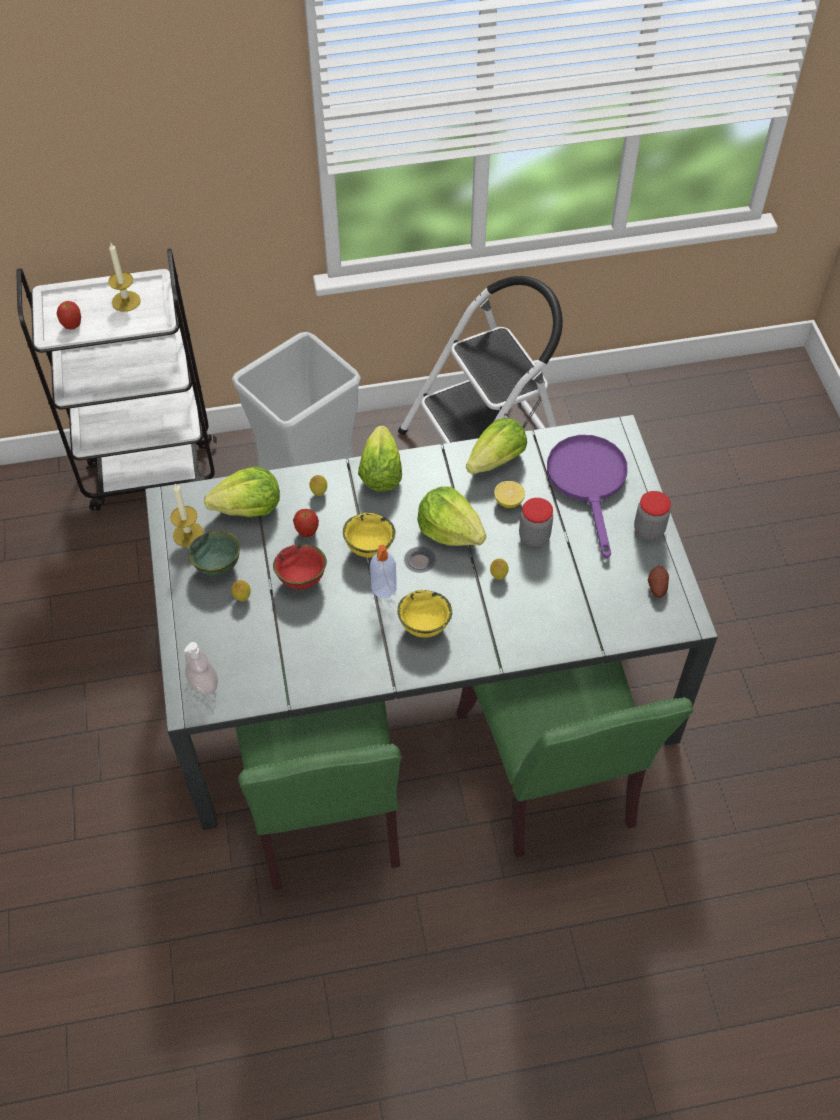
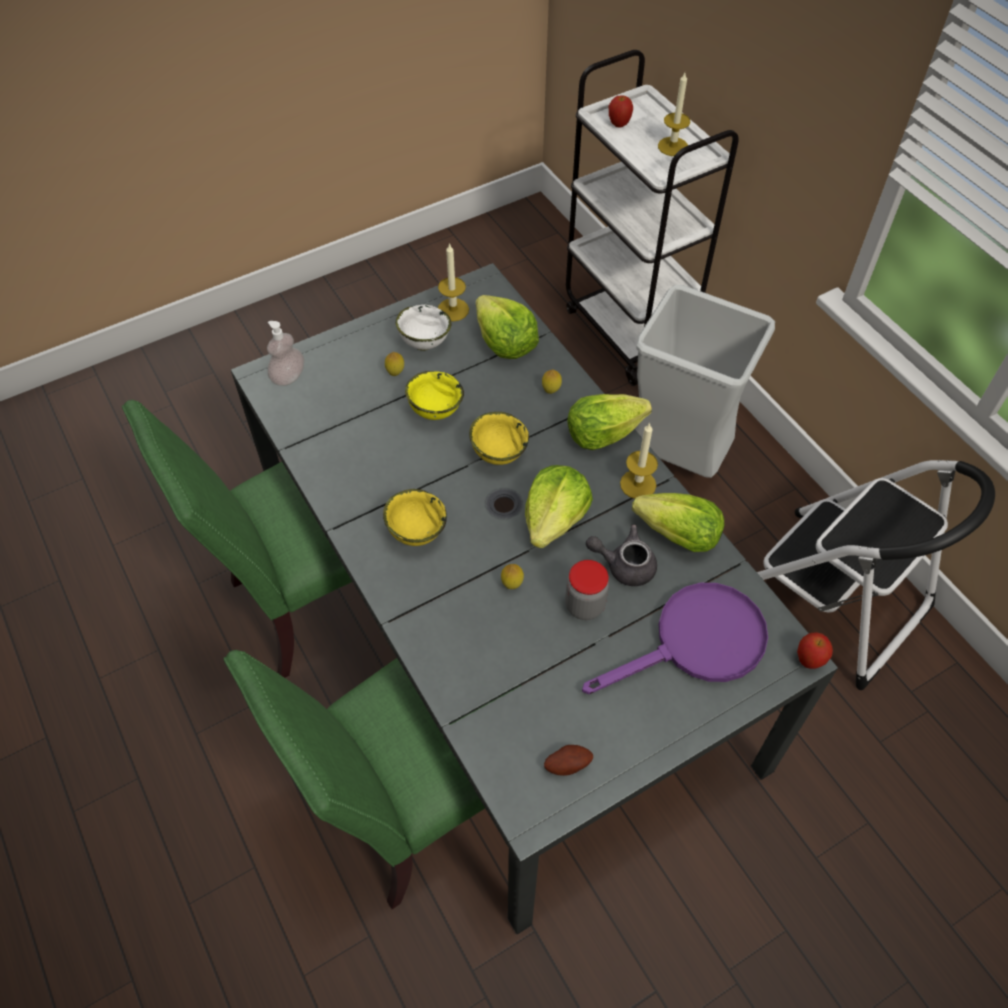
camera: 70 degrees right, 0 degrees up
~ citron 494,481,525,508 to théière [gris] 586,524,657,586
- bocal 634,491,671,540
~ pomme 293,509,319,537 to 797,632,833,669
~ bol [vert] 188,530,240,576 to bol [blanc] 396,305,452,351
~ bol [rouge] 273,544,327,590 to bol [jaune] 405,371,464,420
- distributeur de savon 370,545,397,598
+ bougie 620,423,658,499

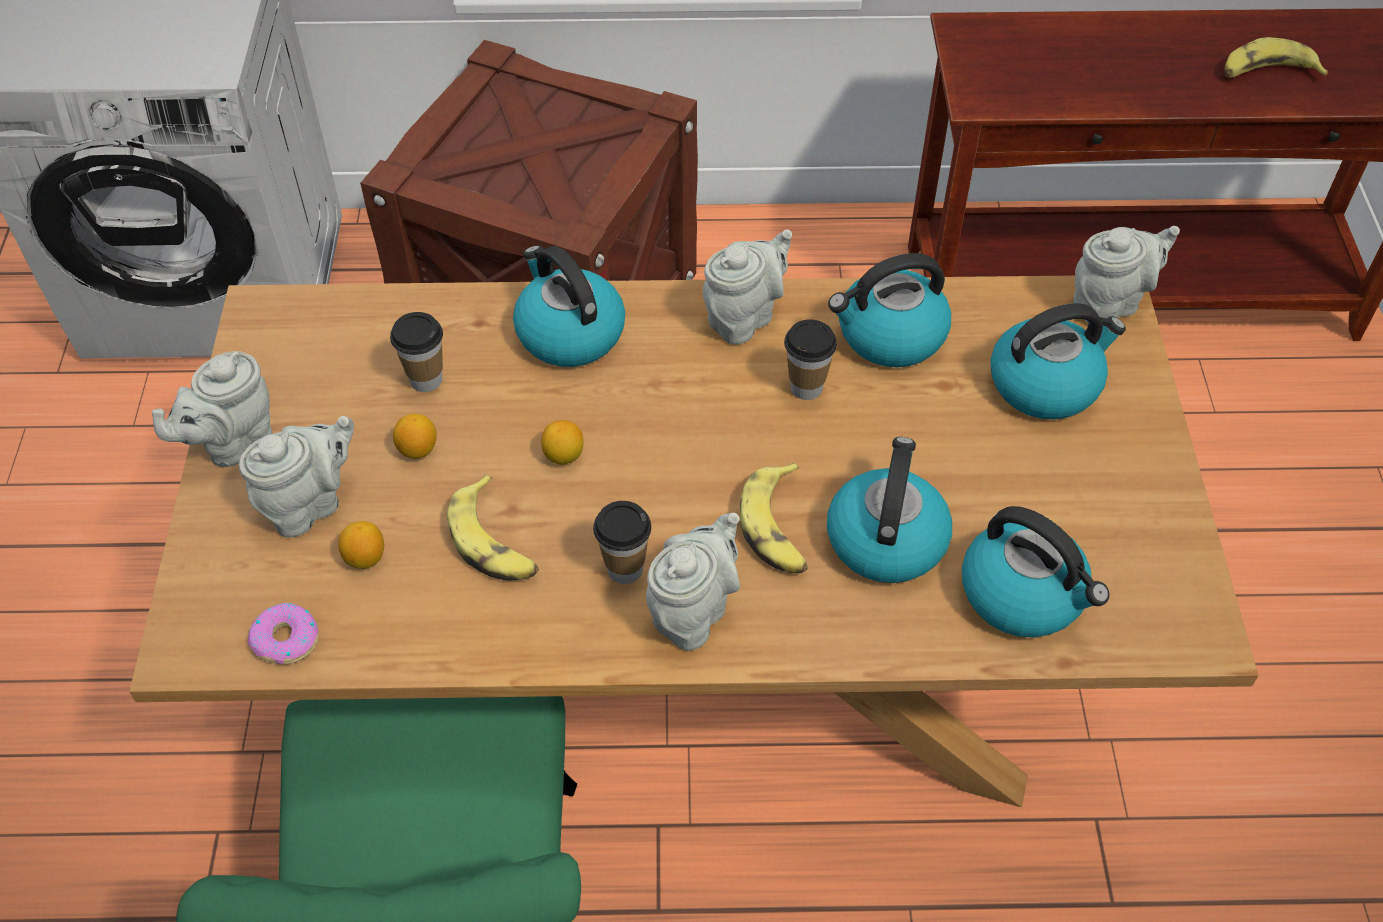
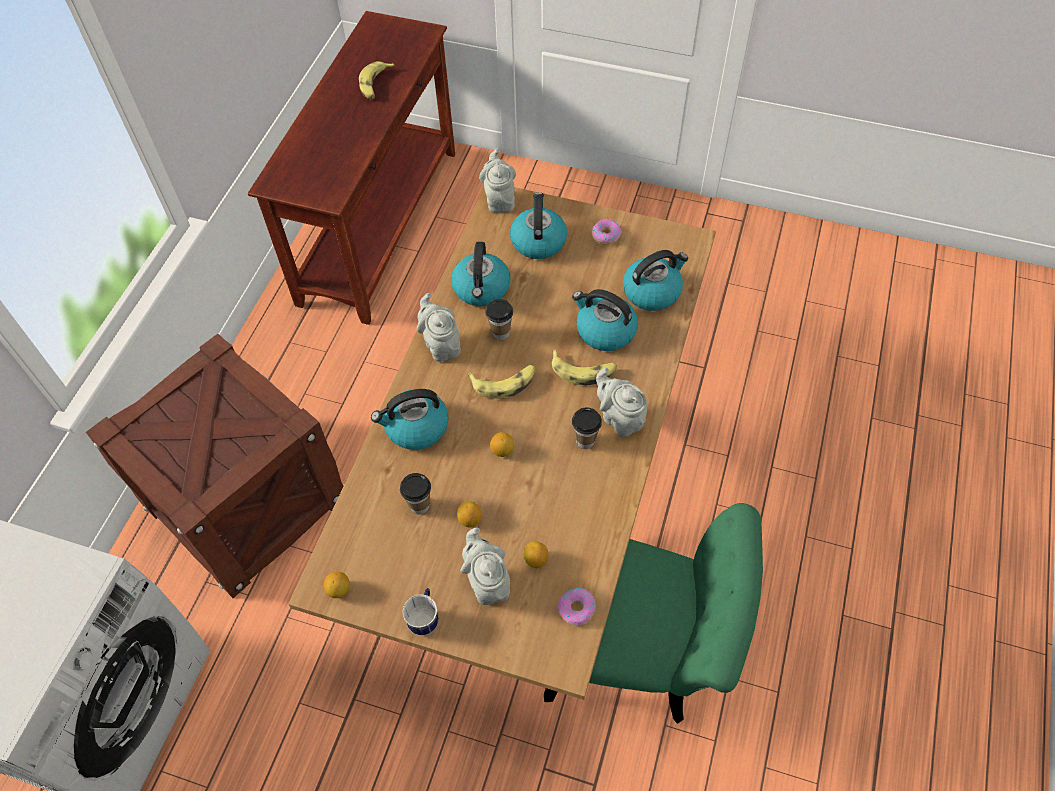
camera: 70 degrees left, 5 degrees up
~ théière [gris] 152,351,272,467 to mug 402,588,439,635
~ banane 447,475,539,580 to 468,365,535,399
+ beignet 592,219,622,244
+ citron 324,572,350,598

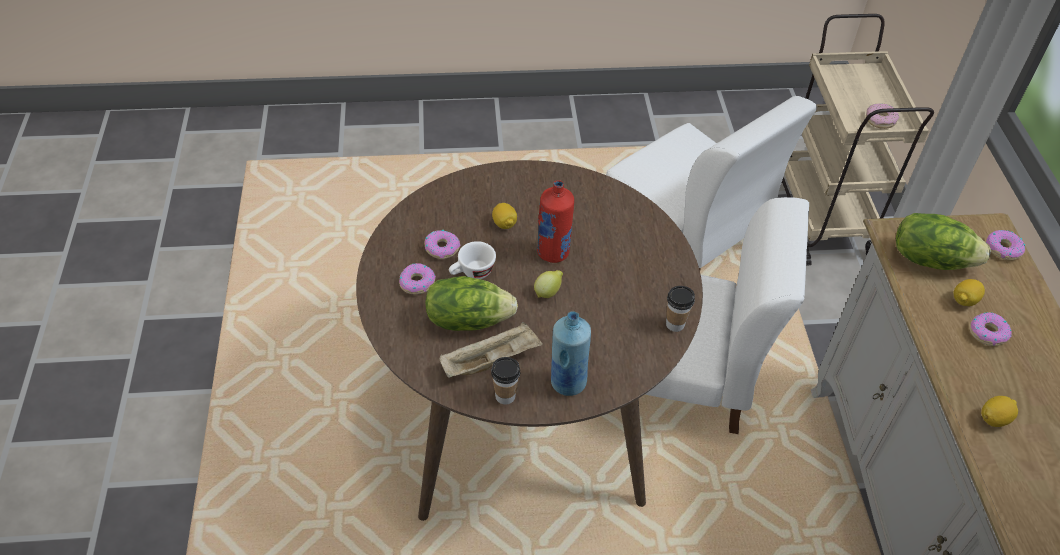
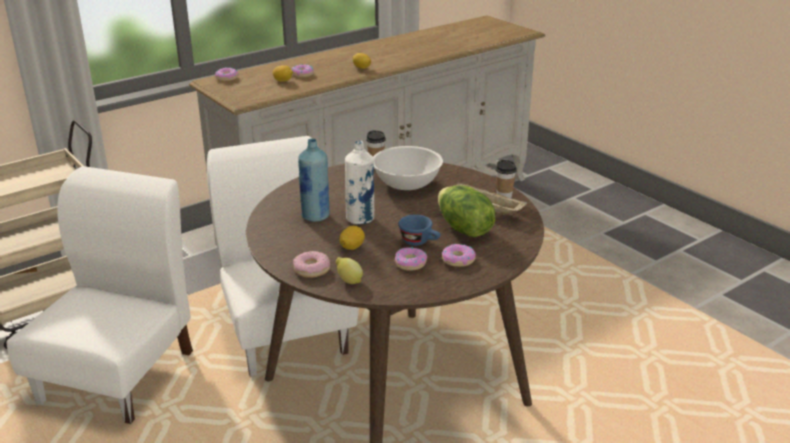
camera: 120 degrees left, 20 degrees down
~ beignet 866,103,899,129 to 293,251,330,278
~ bouteille [rouge] 537,180,574,263 to bouteille [blanc] 345,140,374,225
- laitue 896,213,991,270
~ tasse [blanc] 449,241,496,279 to tasse [bleu] 399,215,441,246
~ citron 534,270,563,298 to 336,257,363,284
~ bouteille [bleu] 551,311,591,396 to 298,138,330,222
+ bol [blanc] 373,146,443,190

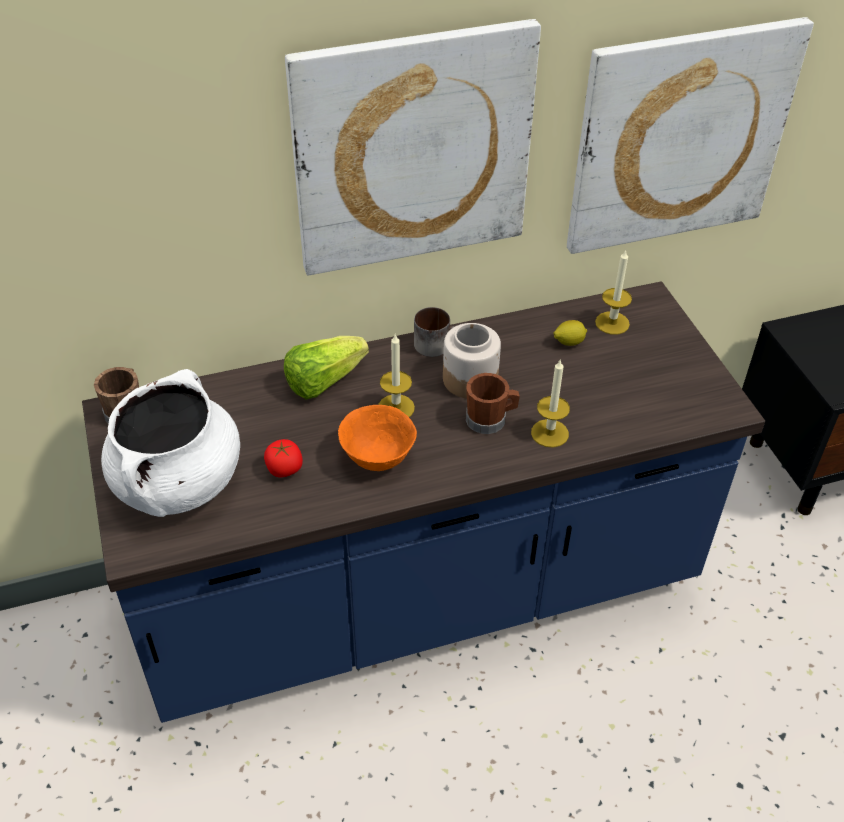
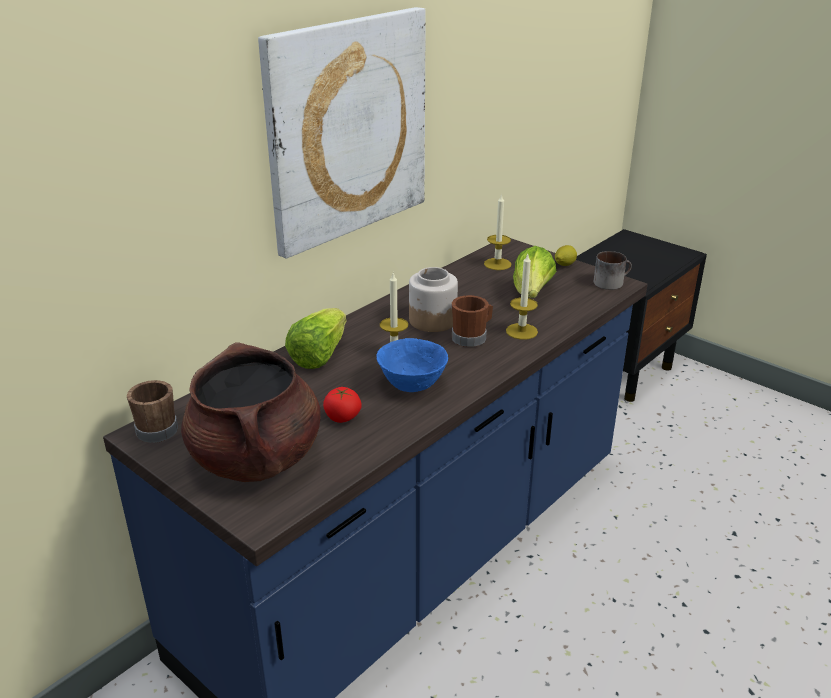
camera: 30 degrees left, 15 degrees down
- tableau 567,17,814,254
~ mug 414,307,454,357 to 594,251,632,290
~ citron 553,320,587,346 to 555,245,577,266
~ marmite [blanc] 101,369,240,517 to marmite [marron] 181,342,321,482
~ bol [orange] 338,405,417,471 to bol [bleu] 376,338,448,392
+ laitue 513,246,556,298

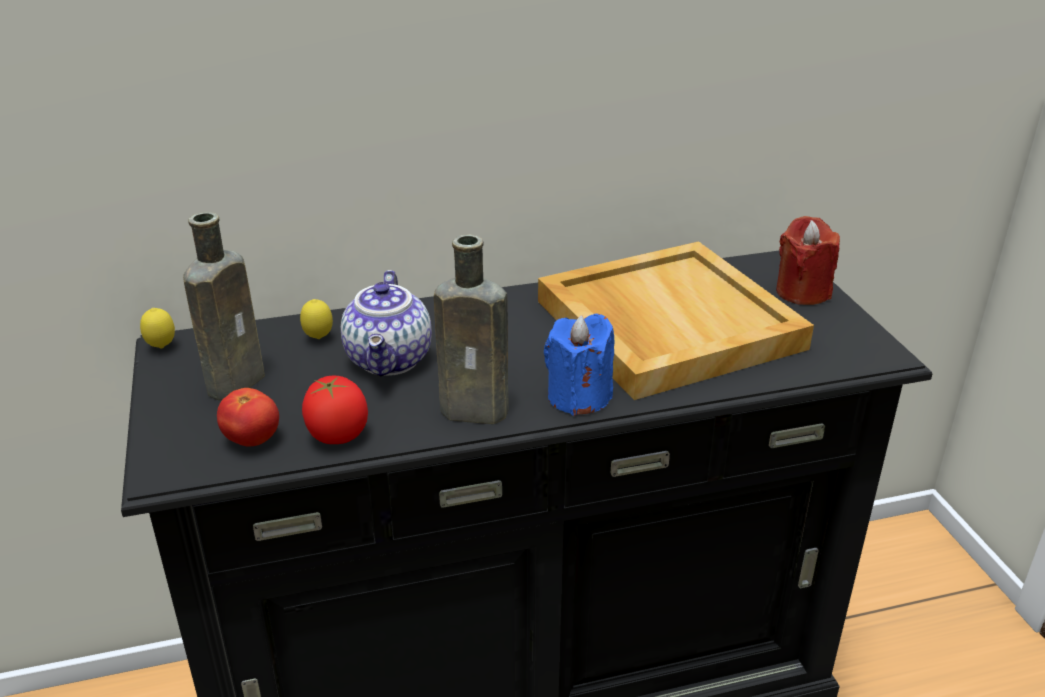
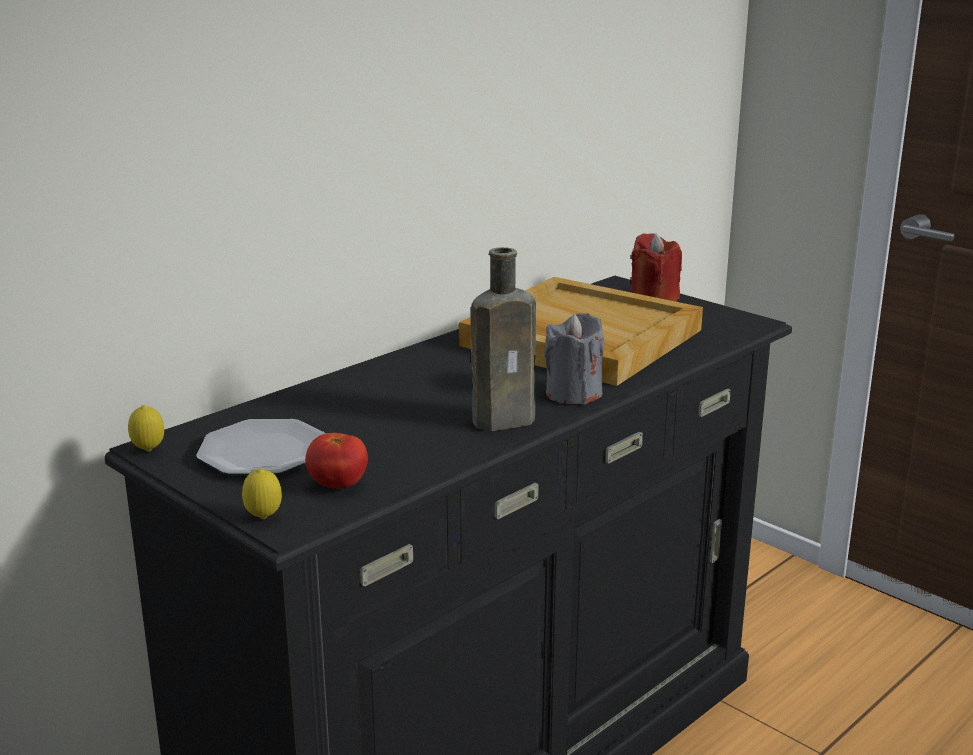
camera: 30 degrees left, 10 degrees down
~ bouteille [marron] 183,212,265,400 to assiette 196,419,325,475
- théière 341,270,432,376
~ citron 300,299,333,339 to 242,468,282,519
~ bougie [bleu] 544,314,614,416 to bougie [gris] 544,313,604,405
- tomate 302,376,368,444

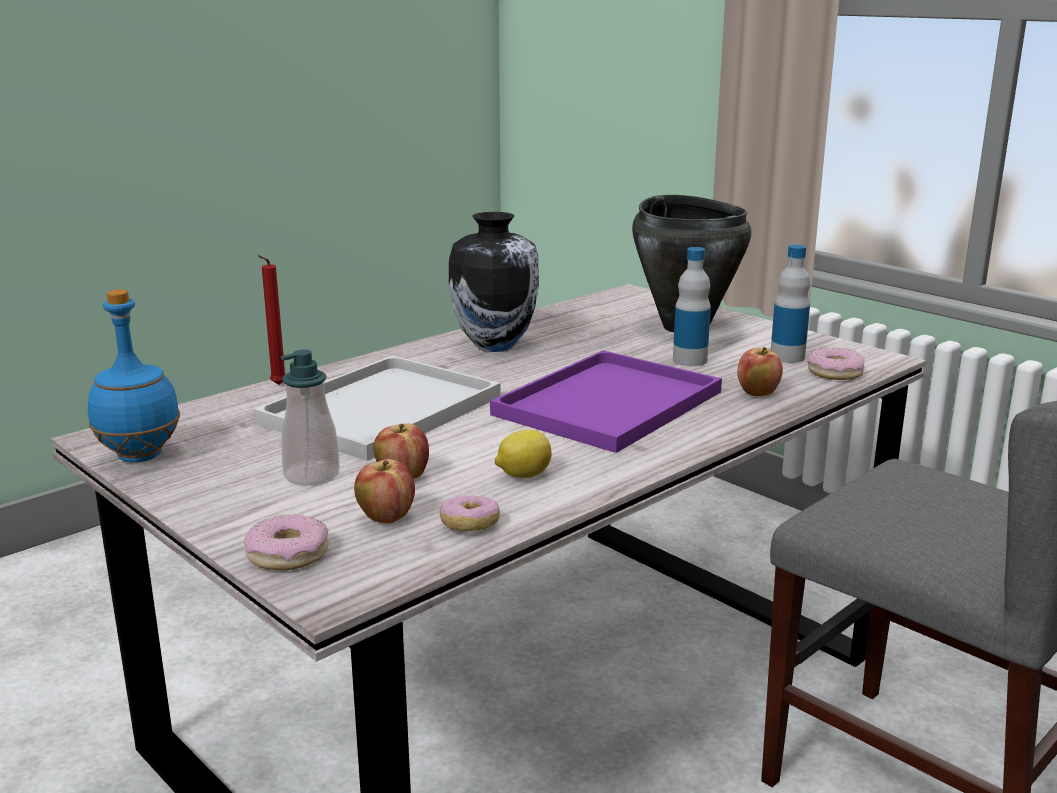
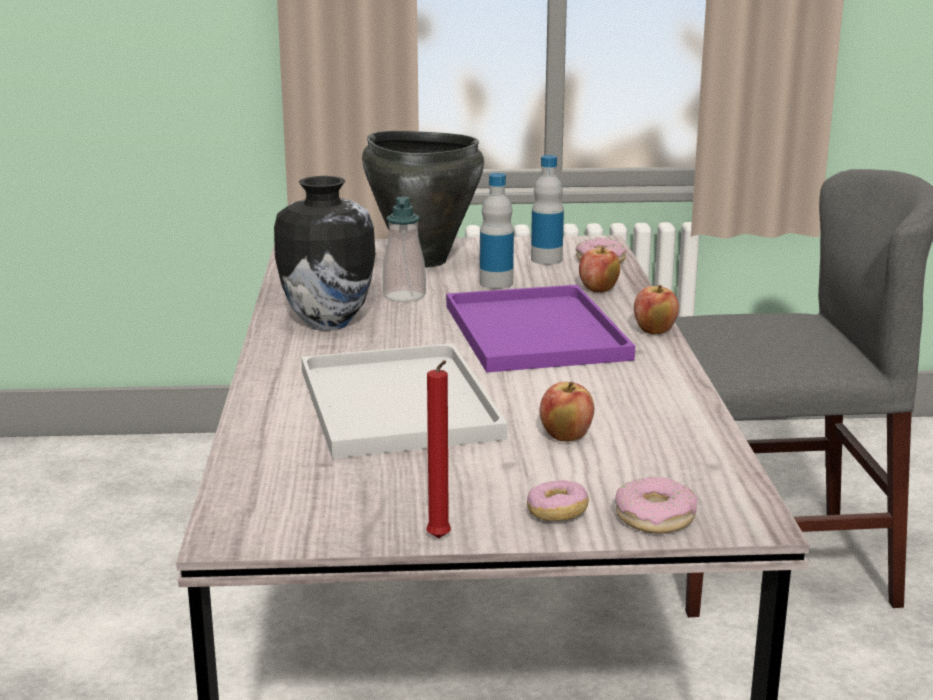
camera: 50 degrees left, 0 degrees up
~ bougie [rouge] 258,255,286,385 to 426,360,451,538
- bouteille [bleu] 88,289,180,463
~ distributeur de savon 280,350,340,486 to 383,197,426,302
- citron 495,430,552,478
~ pomme 354,459,415,523 to 634,285,679,335
~ beignet 440,496,500,531 to 527,480,589,521

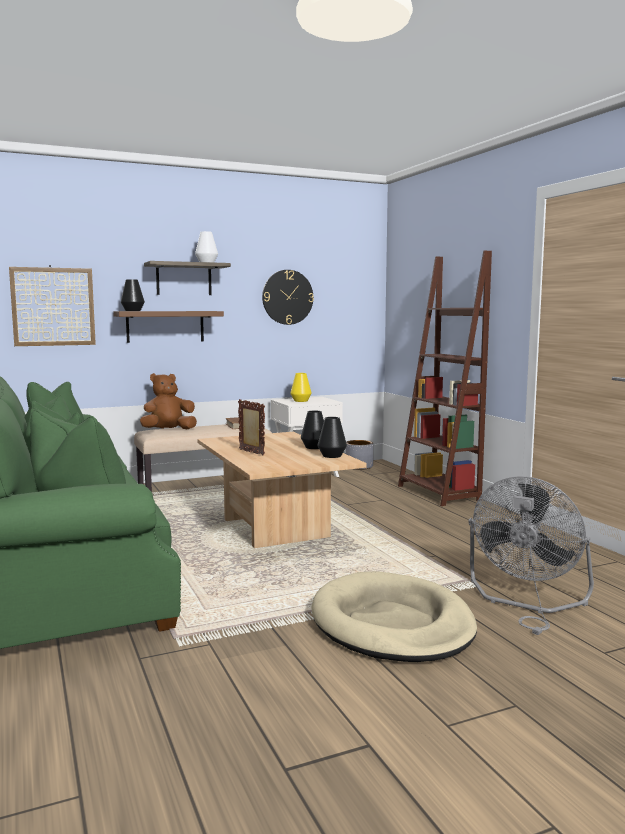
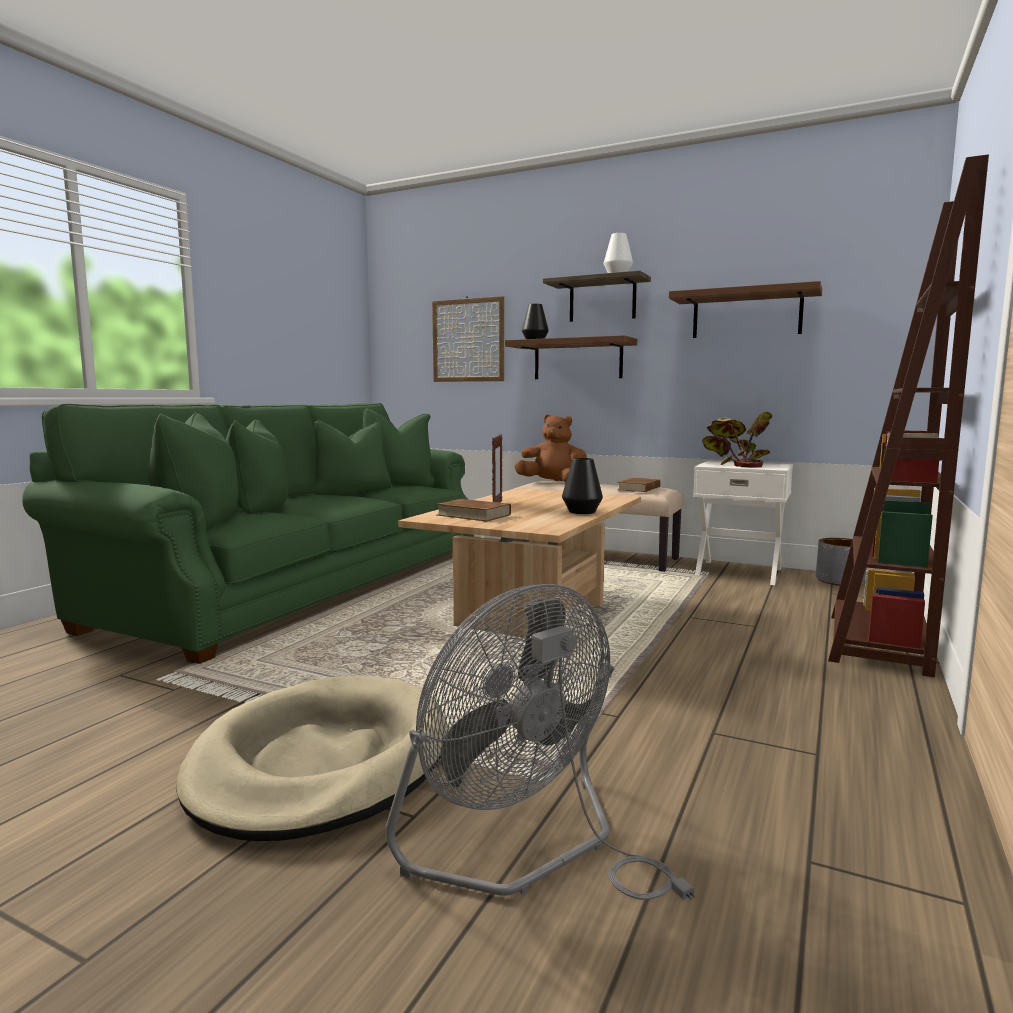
camera: 50 degrees right, 0 degrees up
~ horloge murale 262,270,314,325 to étagère [marron] 669,281,822,338
~ vase [jaune] 290,373,312,402 to plante en pot 702,412,772,467
- vase [noir] 317,417,347,458
~ ventilateur [gris] 469,476,594,635 = 386,584,695,900 120 degrees counterclockwise
+ livre [marron] 436,499,511,522

